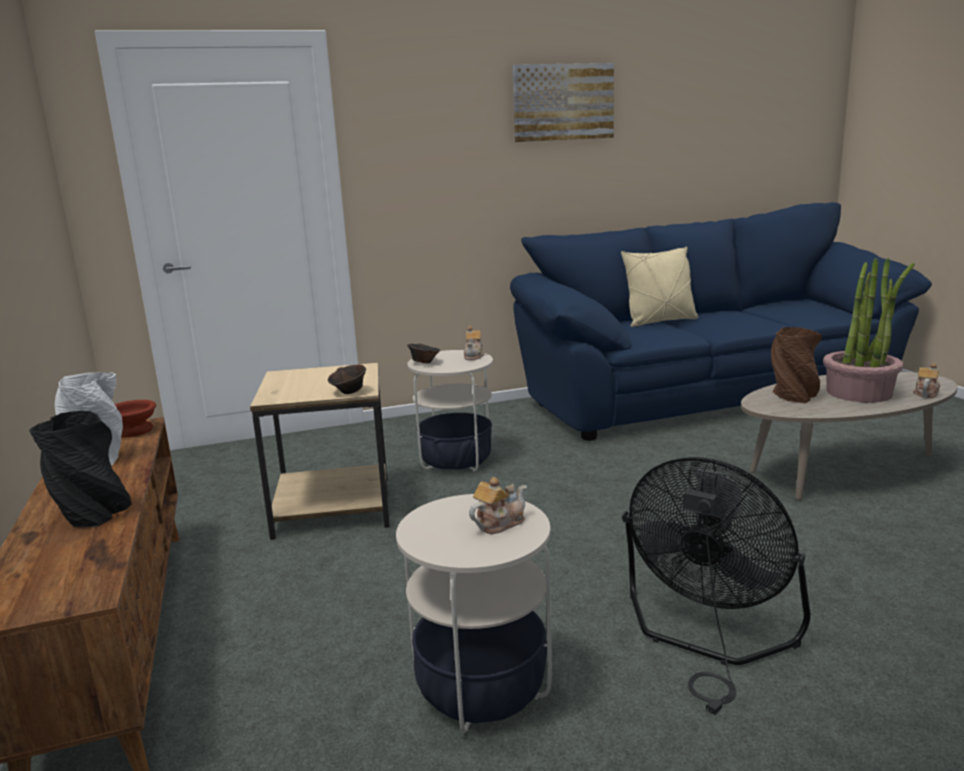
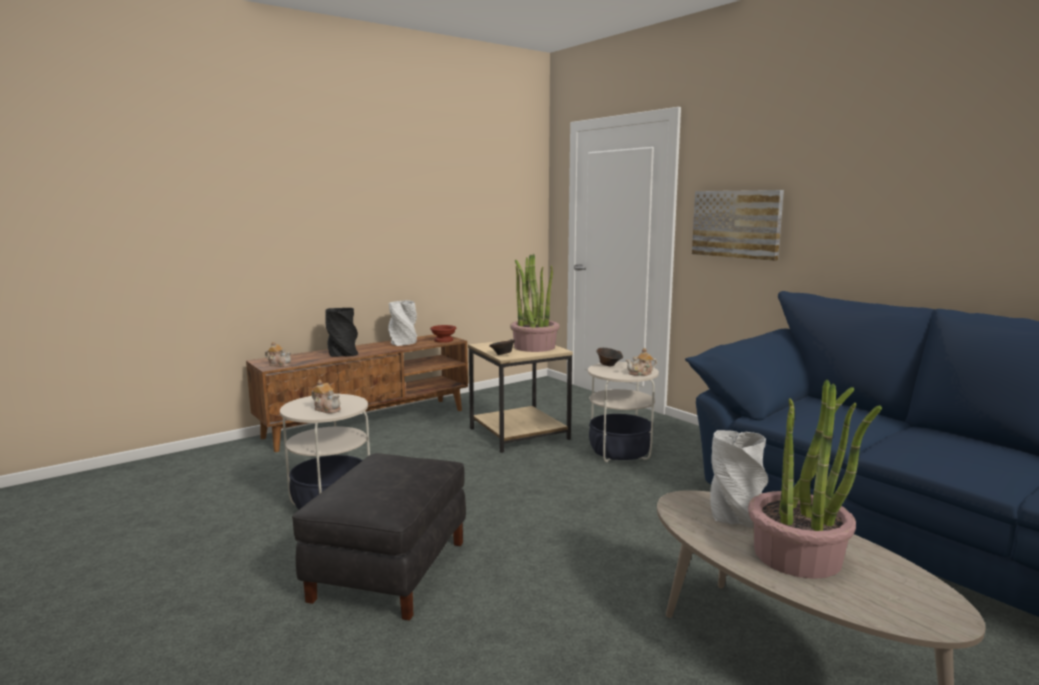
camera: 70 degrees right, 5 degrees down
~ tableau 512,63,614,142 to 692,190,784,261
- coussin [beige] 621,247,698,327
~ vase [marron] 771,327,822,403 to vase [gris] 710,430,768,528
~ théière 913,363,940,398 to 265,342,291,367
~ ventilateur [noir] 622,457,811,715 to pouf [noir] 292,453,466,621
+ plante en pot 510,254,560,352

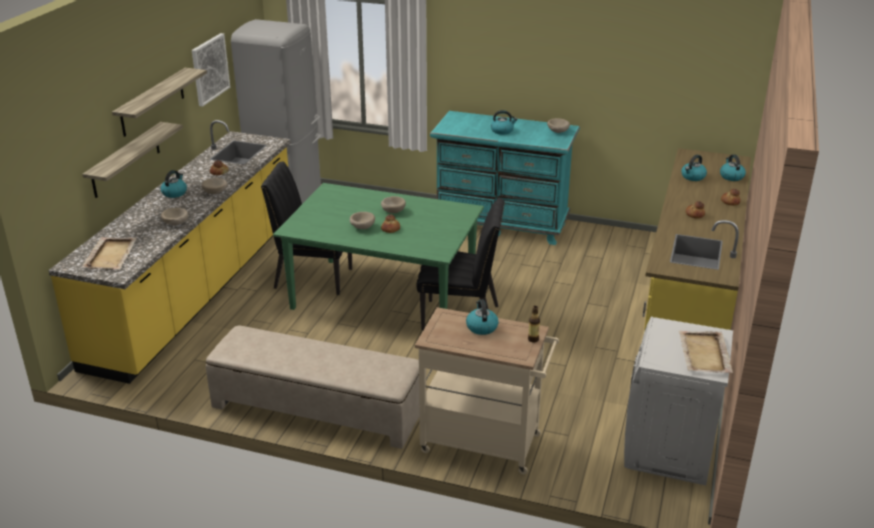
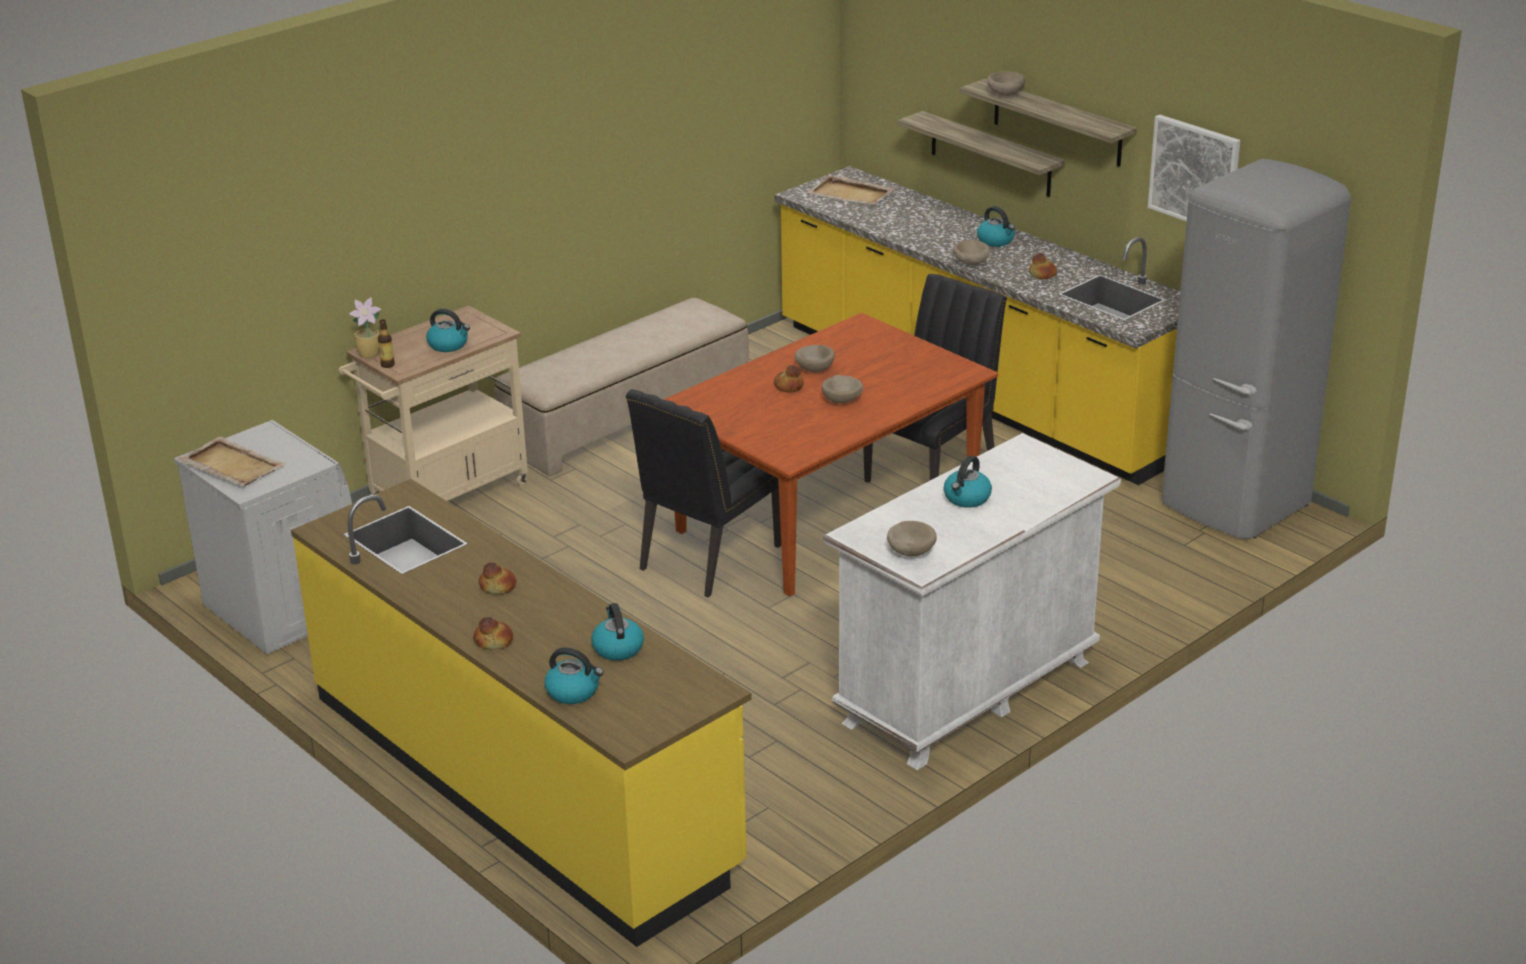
camera: 120 degrees right, 0 degrees up
~ commode [turquoise] 430,111,580,245 to commode [blanc] 823,433,1121,770
~ table à manger [vert] 273,183,484,310 to table à manger [marron] 663,313,998,597
~ bol [beige] 161,208,188,225 to 987,71,1025,96
+ plante en pot 349,297,382,358

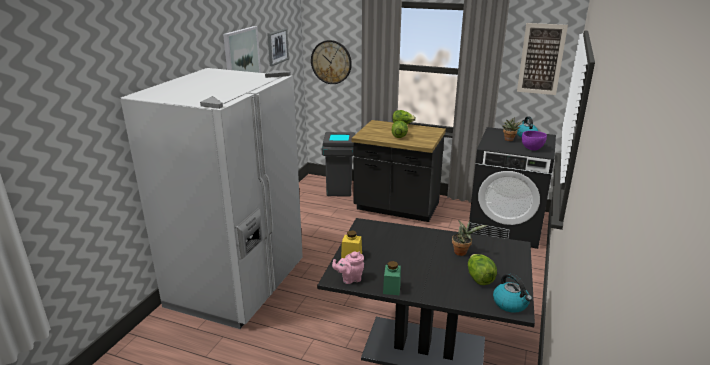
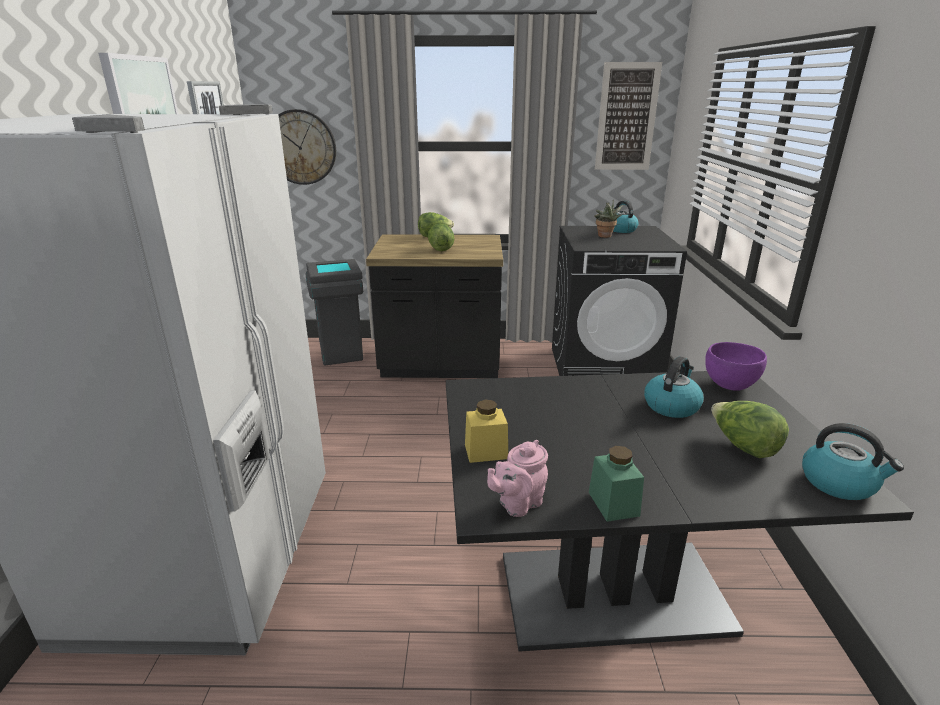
camera: 20 degrees left, 0 degrees up
~ bol [violet] 522,131,547,151 to 705,342,767,391
~ plante en pot 452,220,487,256 to bouilloire 644,356,704,418

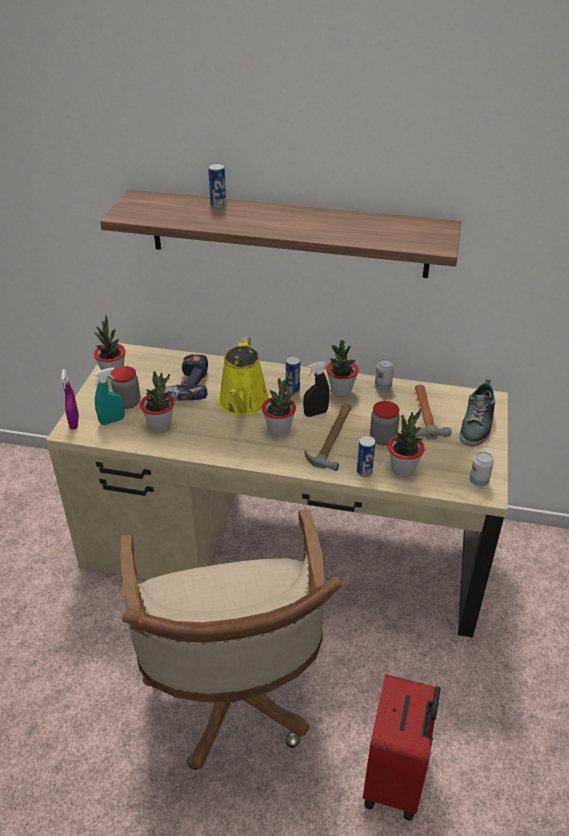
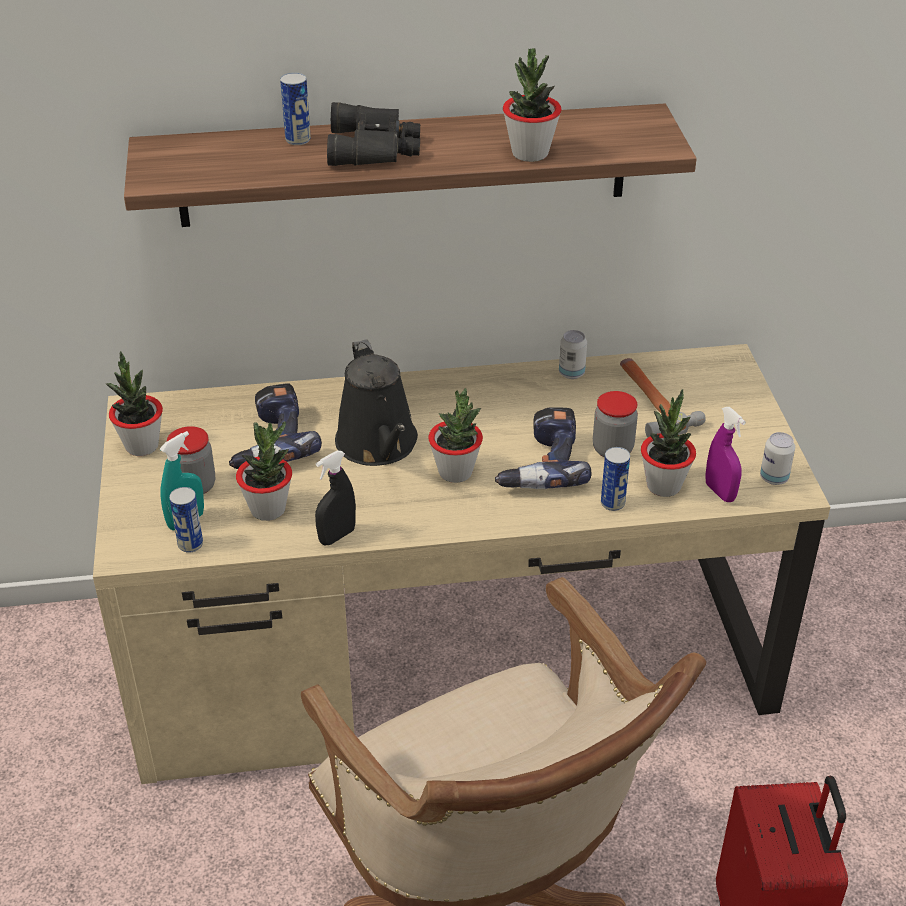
camera: 20 degrees left, 0 degrees up
~ arrosoir [jaune] 218,337,270,416 to arrosoir [noir] 335,339,418,466
~ plante en pot 326,340,359,397 to 503,48,562,162
~ boîte métallique 286,356,300,394 to 169,487,203,553
~ vaporisateur [noir] 303,361,329,417 to 315,451,356,546
~ vaporisateur [violet] 61,369,79,429 to 705,407,746,502
- chaussure 460,379,495,447
~ marteau 304,404,351,471 to perceuse 495,407,592,489
+ jumelles [noir] 327,102,420,166

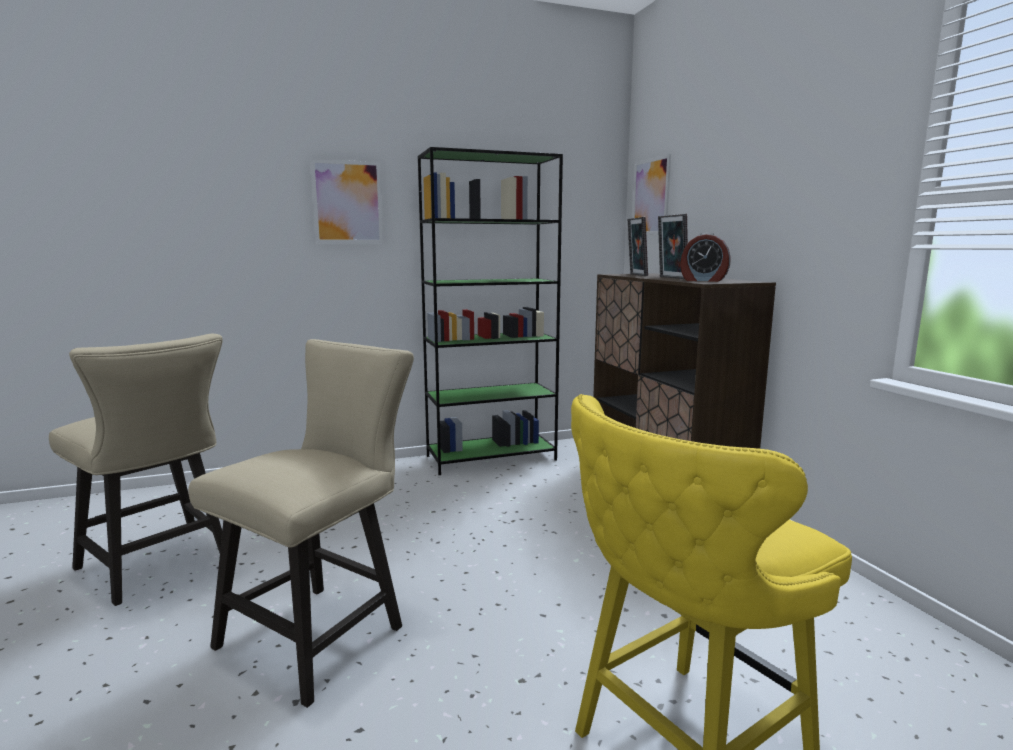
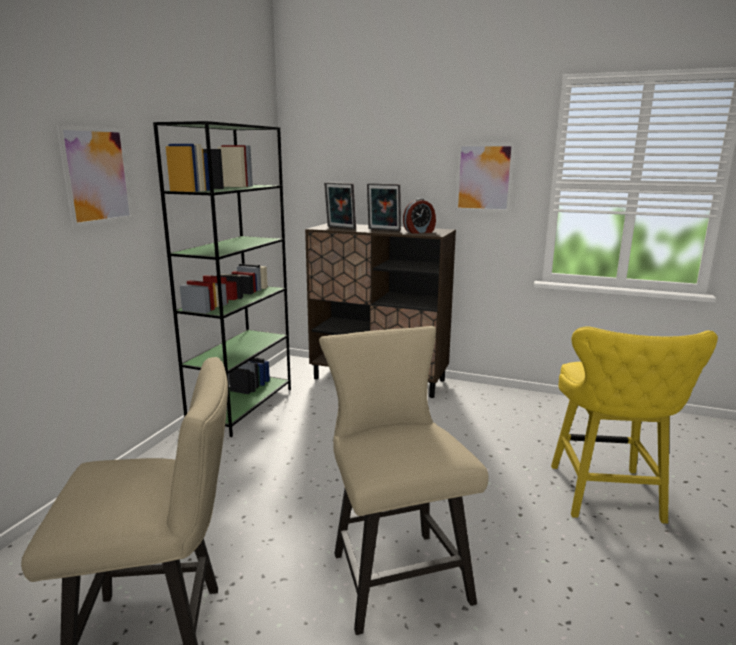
camera: 50 degrees left, 5 degrees up
~ tableau 632,154,671,235 to 455,143,515,213

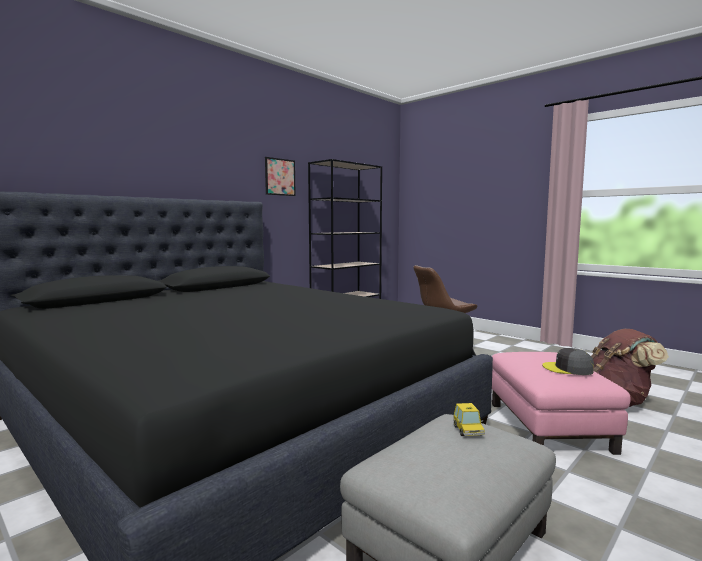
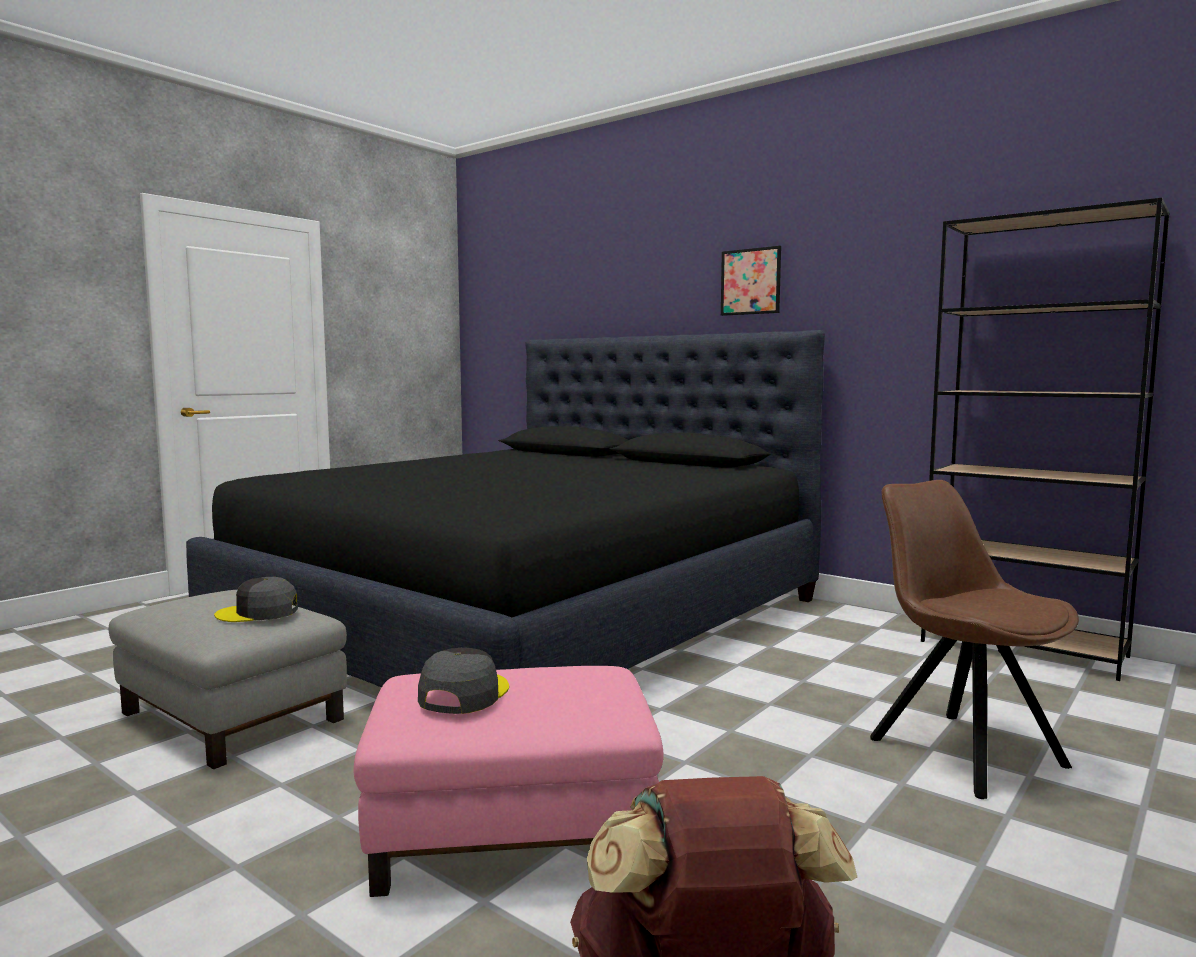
camera: 85 degrees right, 0 degrees up
~ tableau 265,157,296,196 to 721,246,781,316
~ petite voiture 453,403,485,436 to casquette [gris] 214,577,298,622

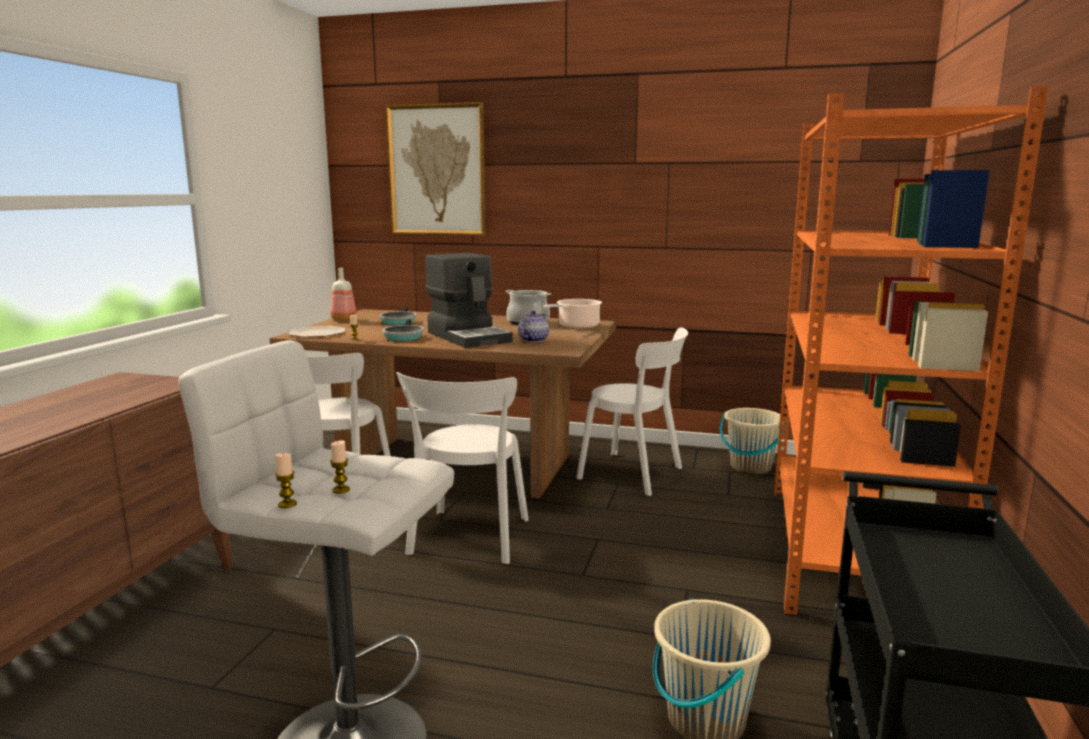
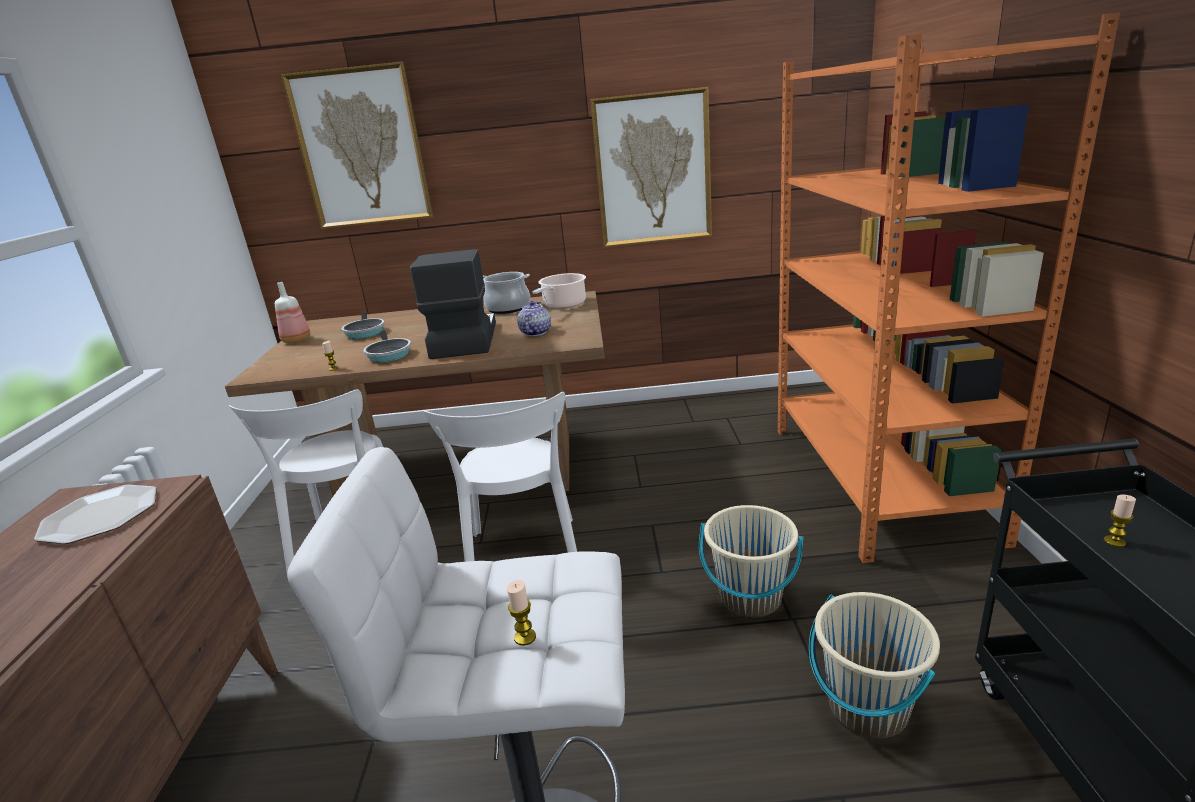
camera: 15 degrees left, 10 degrees up
~ machine à café 425,253,513,348 = 410,249,496,359 135 degrees counterclockwise
~ assiette 289,326,345,337 to 34,485,157,544
- chaise [blanc] 576,327,688,496
~ seau [beige] 720,408,786,474 to 699,505,803,617
~ bougie 275,453,297,508 to 1104,495,1136,547
+ tableau 590,87,712,248

